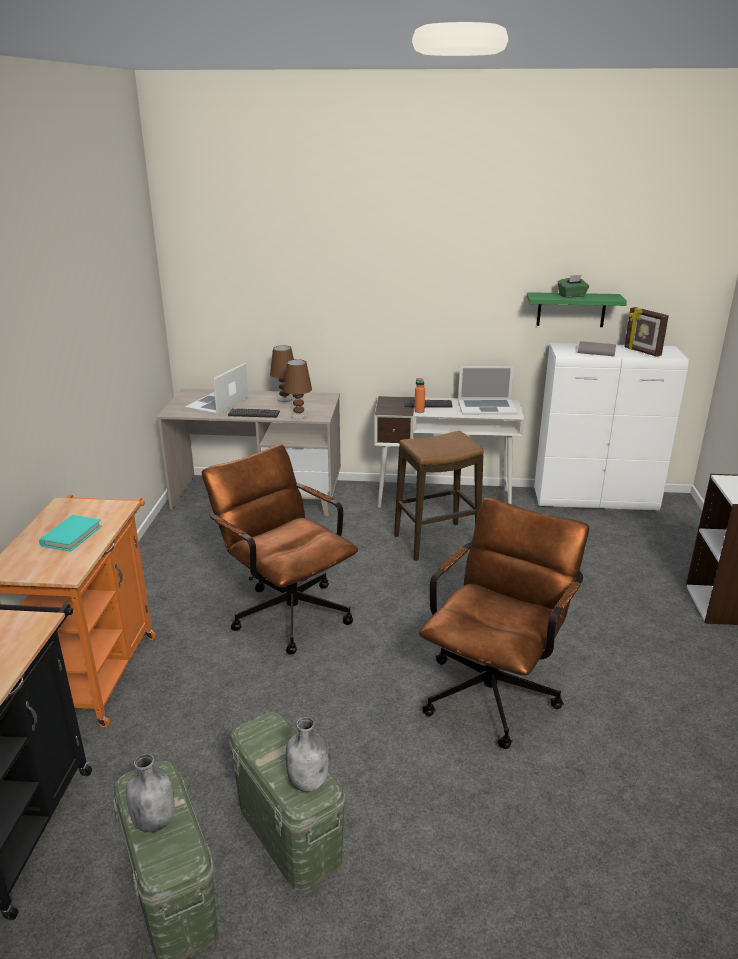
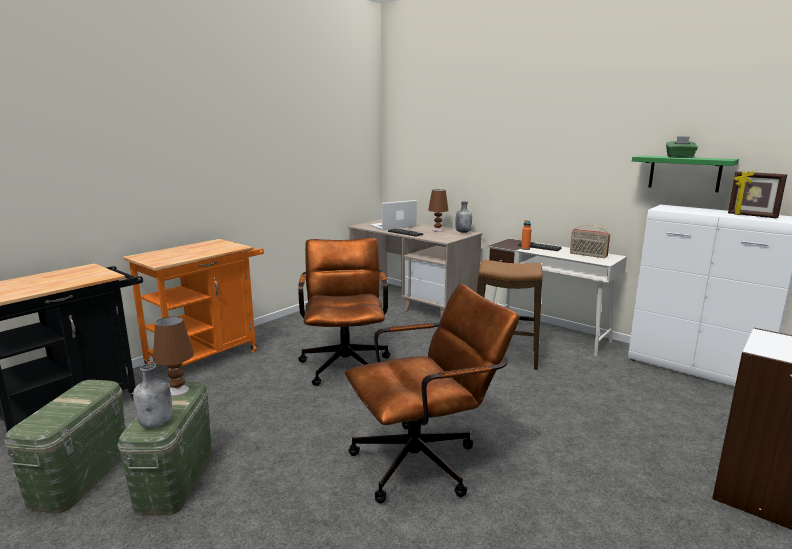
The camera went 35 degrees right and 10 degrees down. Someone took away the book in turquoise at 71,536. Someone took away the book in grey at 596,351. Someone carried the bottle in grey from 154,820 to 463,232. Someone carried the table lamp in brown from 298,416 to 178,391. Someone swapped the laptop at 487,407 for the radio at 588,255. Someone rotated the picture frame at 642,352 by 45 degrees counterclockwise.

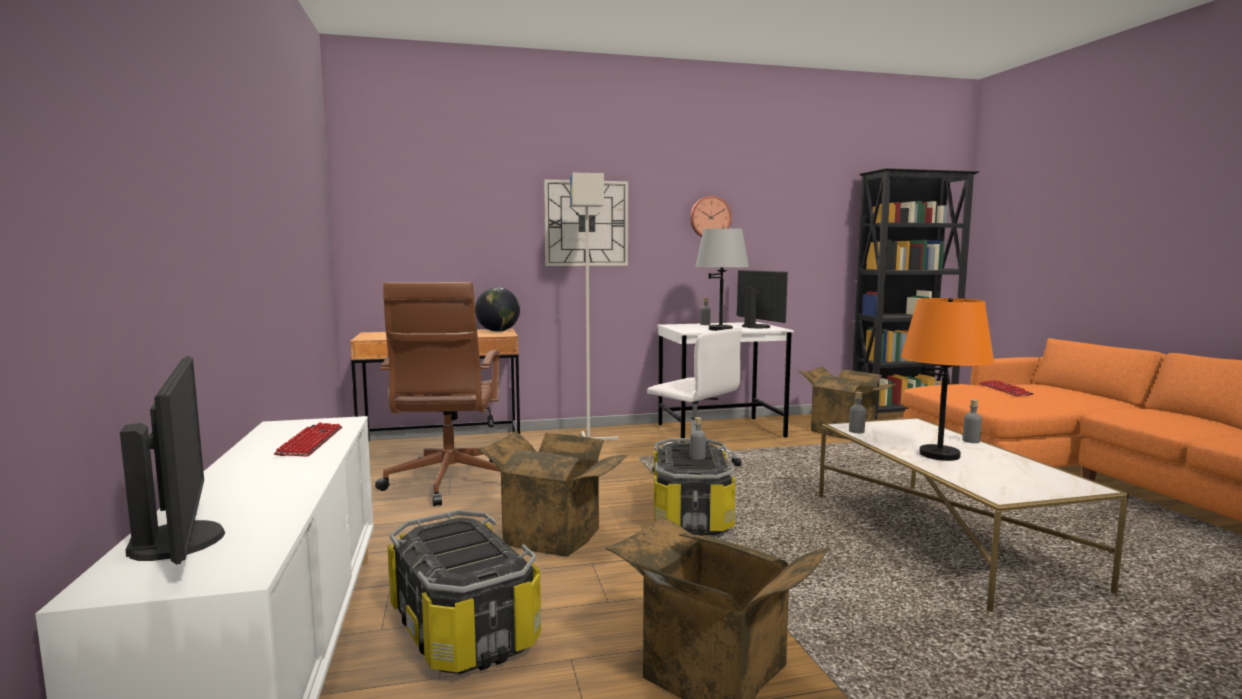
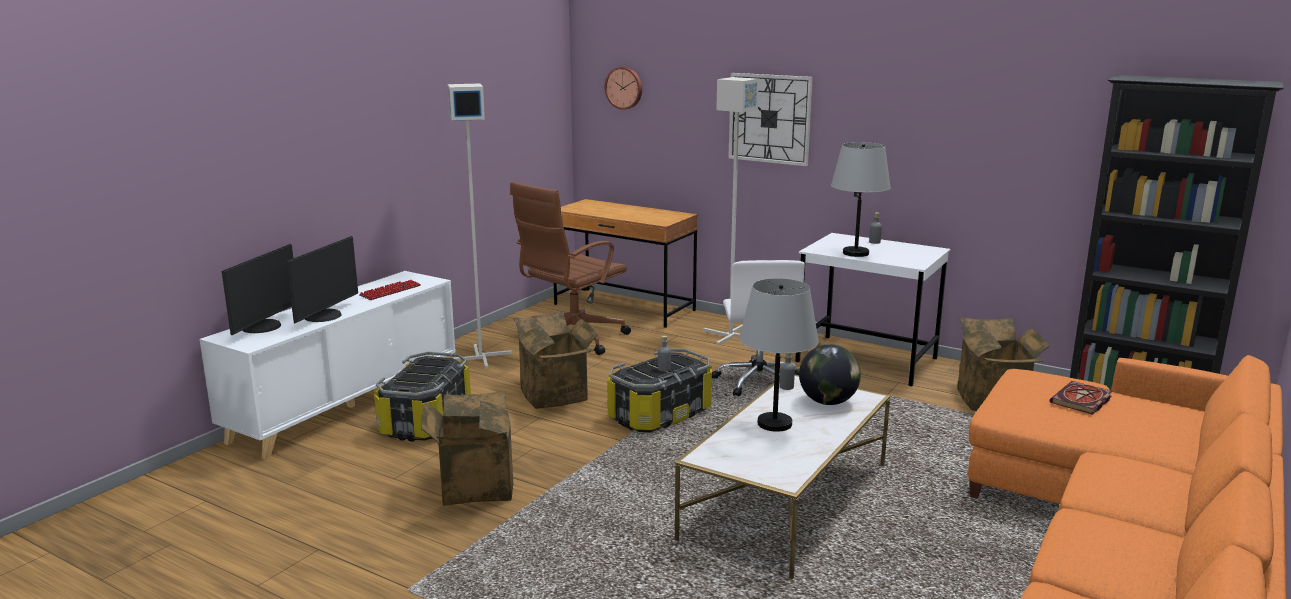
The camera went 45 degrees right and 10 degrees up. Someone took away the bottle in grey at 971,441. Someone put down the floor lamp in grey at 480,357. Someone carried the globe from 498,331 to 828,402. Someone carried the wall clock from 709,217 to 624,87. Someone carried the monitor from 757,326 to 324,316. Someone swapped the keyboard at 1005,390 for the book at 1081,401. Someone repainted the table lamp in orange at 940,455, which became the table lamp in grey at 775,424.

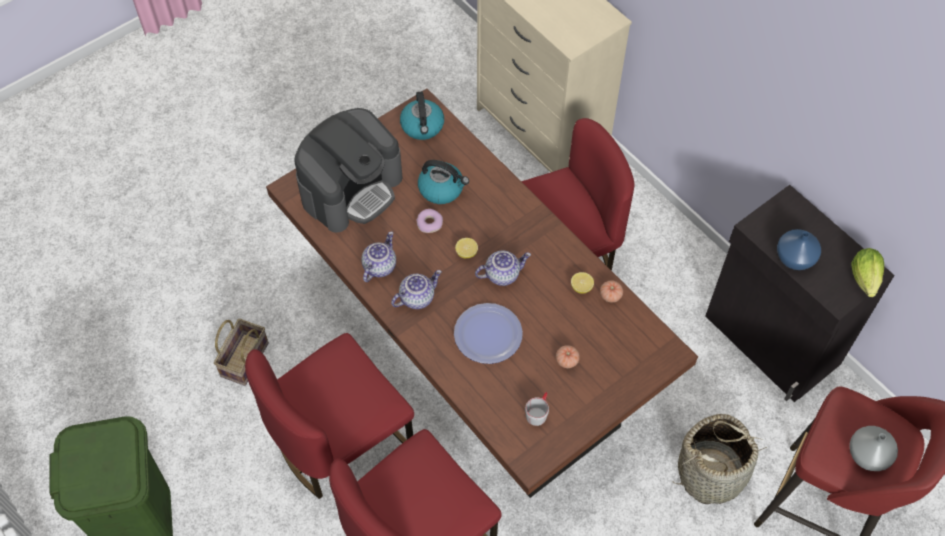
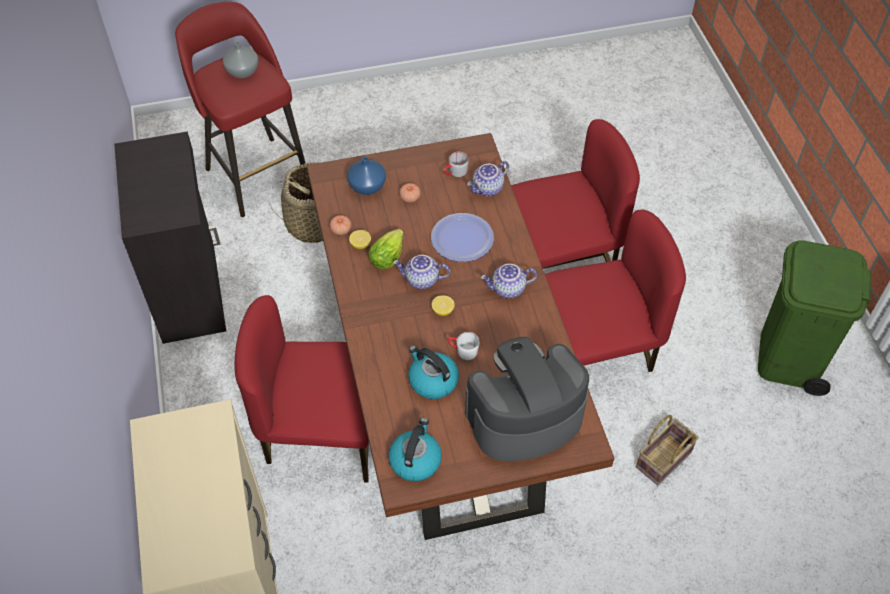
The camera went 155 degrees left and 5 degrees down. Someone carried the teapot from 379,266 to 488,189. Someone carried the vase in blue from 793,258 to 368,187. Someone carried the lettuce from 865,281 to 389,256. Someone swapped the donut at 429,223 for the mug in white at 462,351.

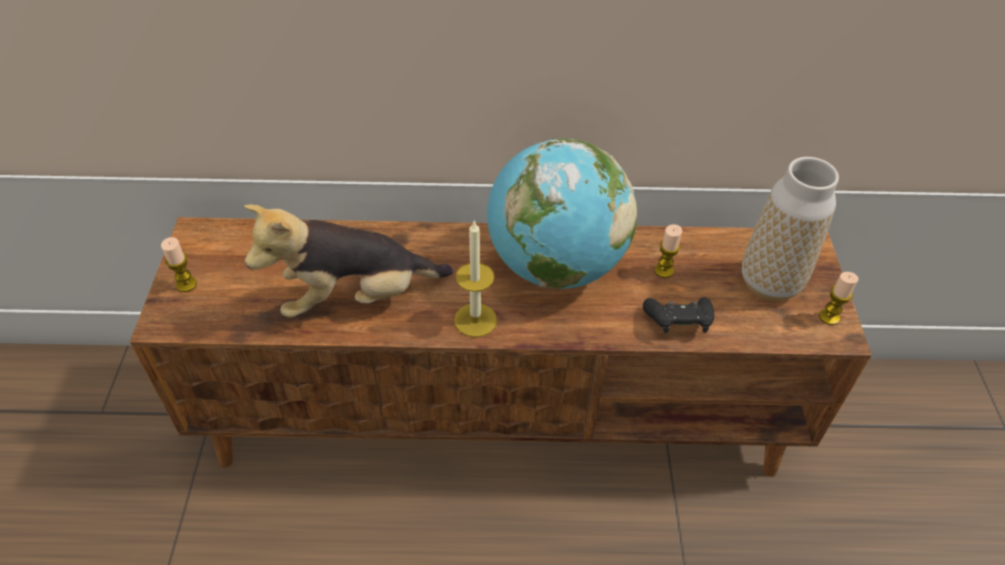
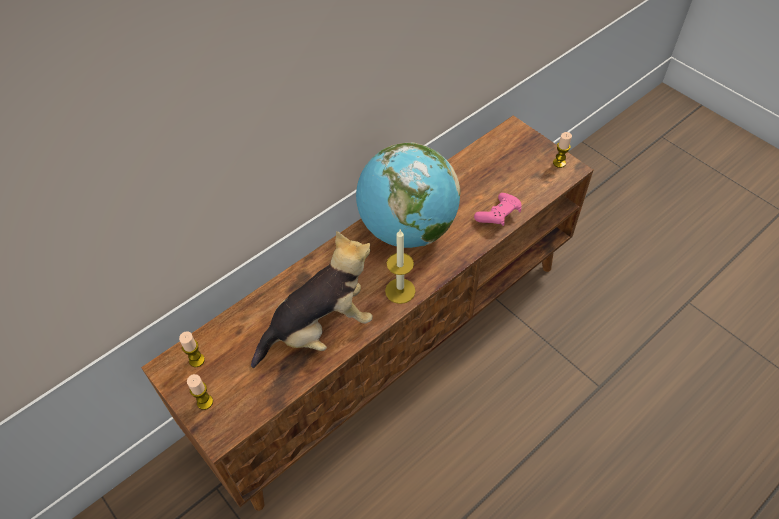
The camera went 40 degrees left and 5 degrees up. Someone took away the vase at 769,283. Someone carried the candle from 664,270 to 197,360. Someone repainted the game controller in black at 678,323, which became the game controller in pink at 498,216. Someone rotated the plush toy at 355,298 by 150 degrees counterclockwise.

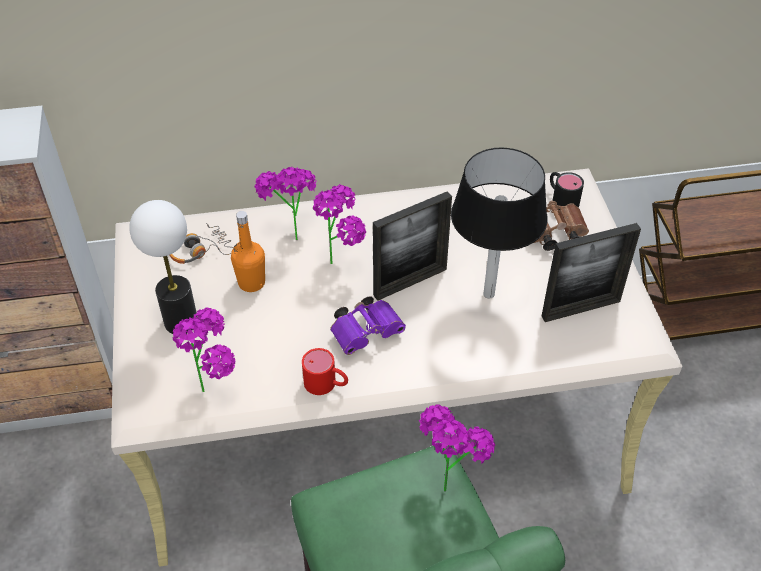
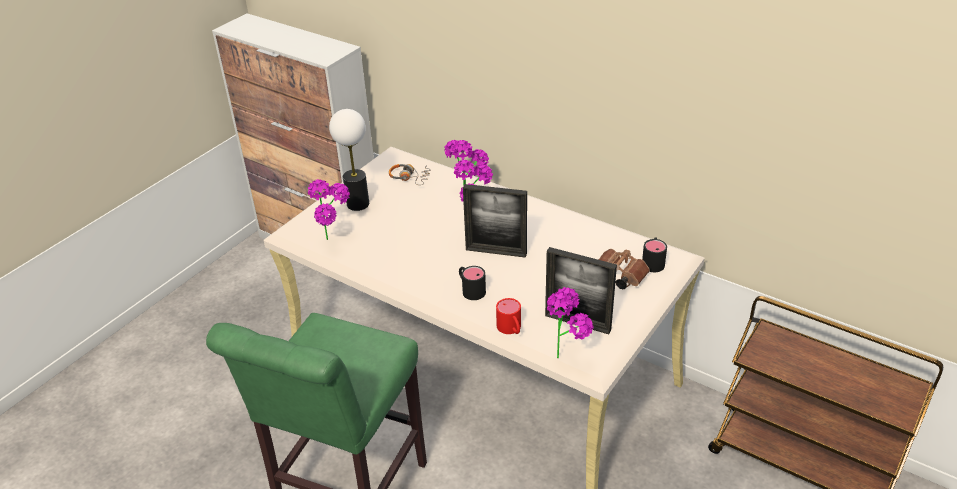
The camera went 45 degrees right and 10 degrees down. Someone took away the bottle in orange at 251,283. Someone took away the binoculars in purple at 368,332. Someone took away the table lamp in black at 489,294. Someone put down the mug in black at 470,289. Someone carried the mug in red from 326,384 to 511,329. Someone carried the potted plant from 448,478 to 566,353.

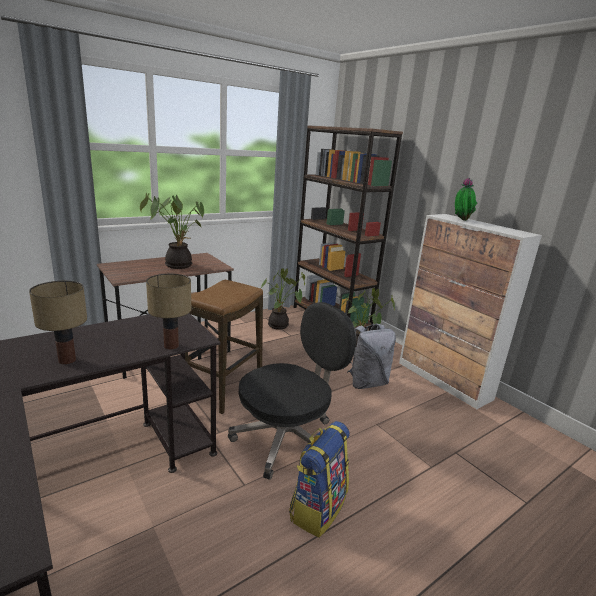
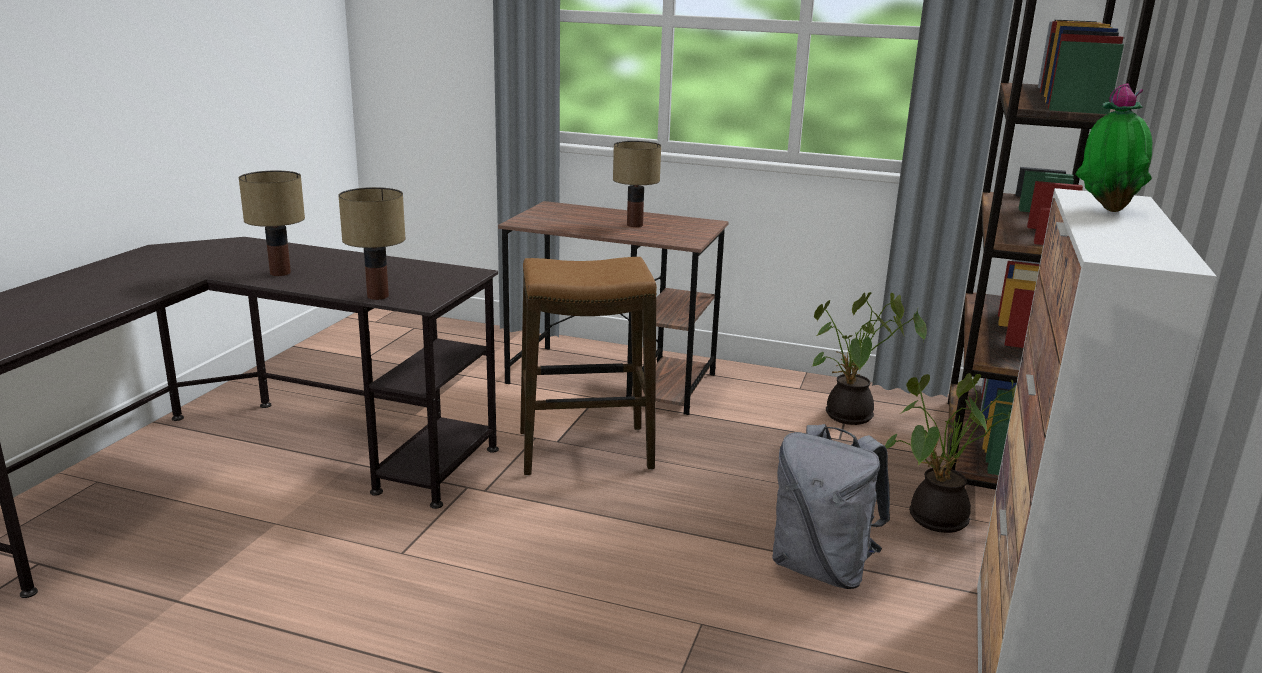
The camera went 55 degrees right and 0 degrees up. Someone took away the office chair in black at 287,439. Someone took away the backpack at 317,508. Someone swapped the potted plant at 178,265 for the table lamp at 633,225.

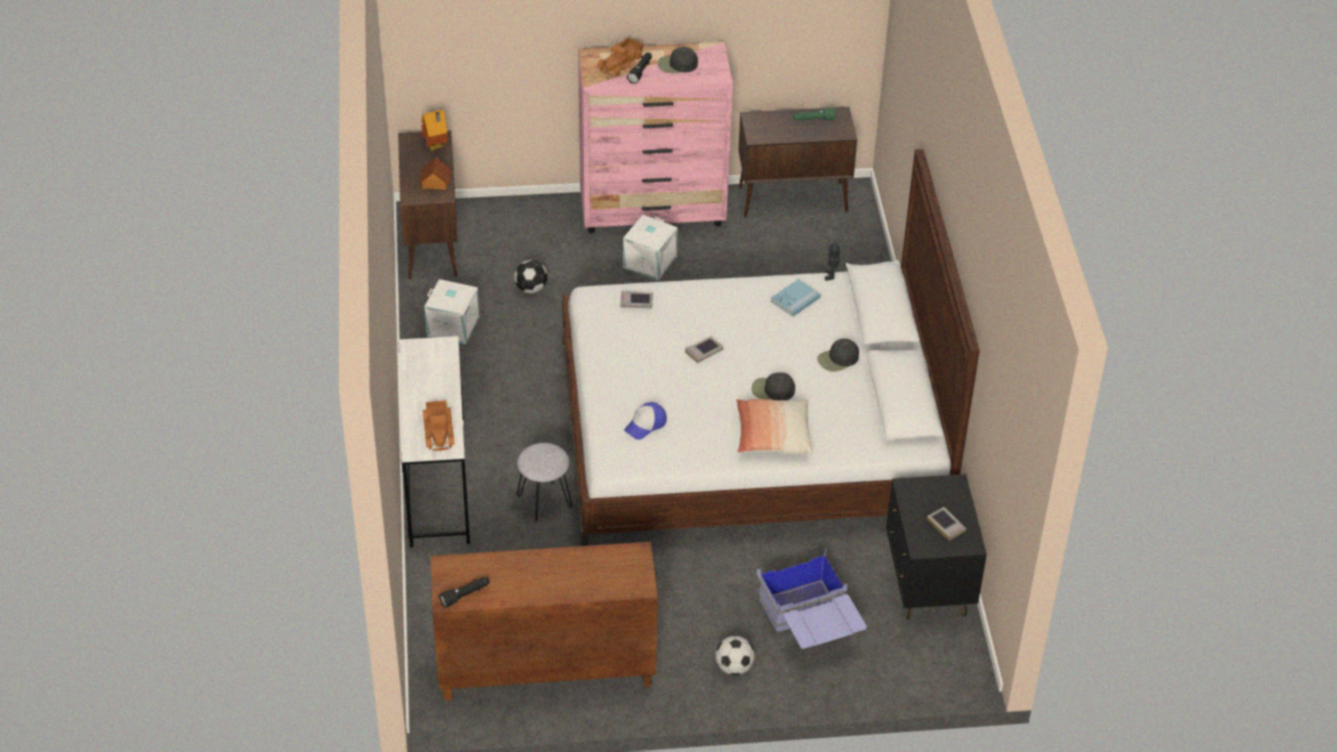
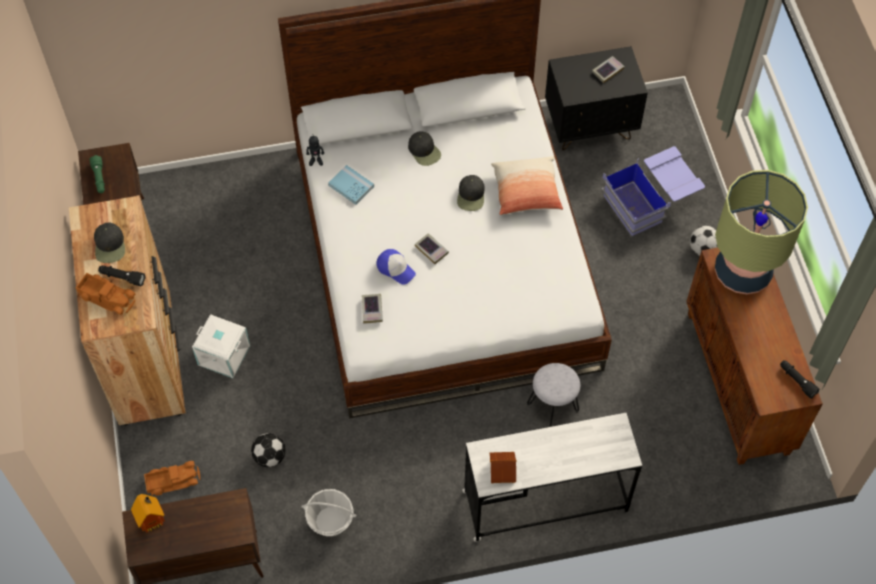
The camera went 95 degrees left and 15 degrees up. Someone put down the table lamp at 742,272. Someone carried the toy house from 435,182 to 503,471. Someone carried the toy truck from 439,431 to 172,480. Someone carried the cap from 646,425 to 395,268. Someone swapped the storage box in white at 453,326 for the basket at 330,521. Someone repainted the dresser in pink at 653,211, which became the dresser in brown at 147,360.

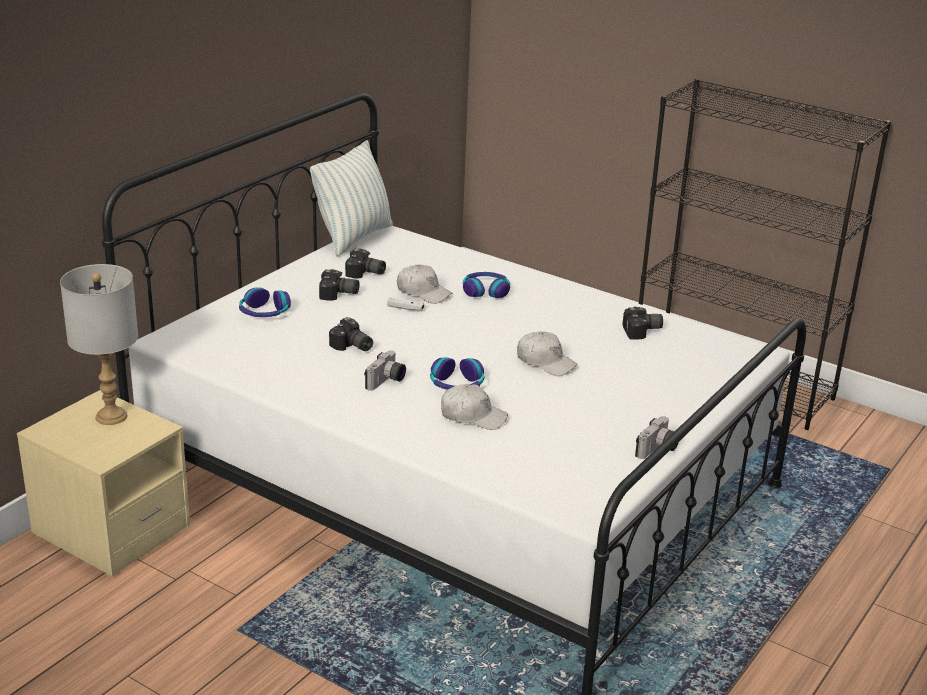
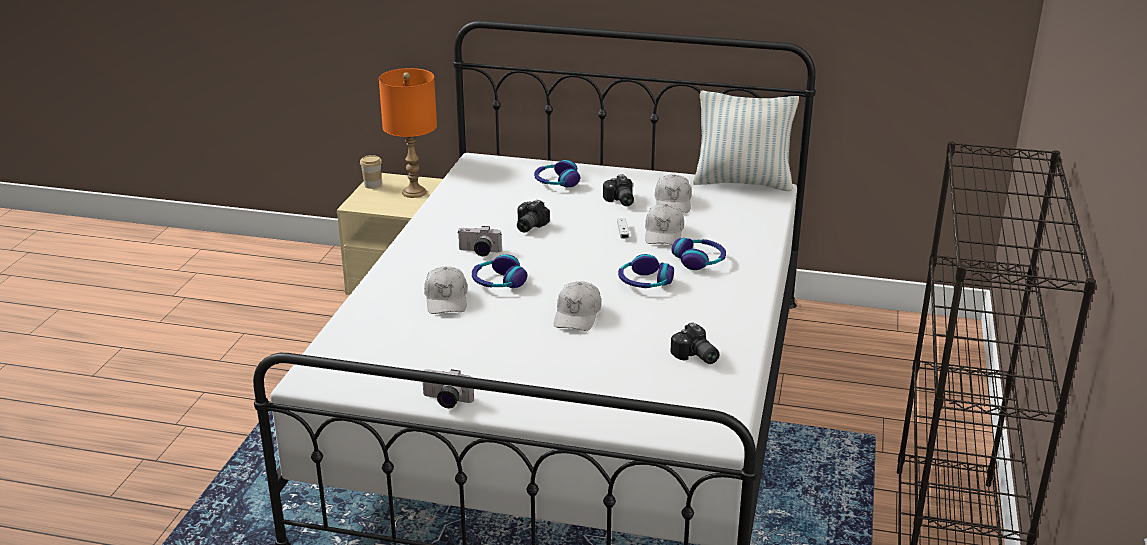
The camera went 70 degrees right and 0 degrees up. Someone put down the cup at 372,185. Someone put down the headphones at 644,282. Someone swapped the photo camera at 365,274 for the cap in white at 673,202. Someone repainted the table lamp in grey at 111,416, which became the table lamp in orange at 414,192.

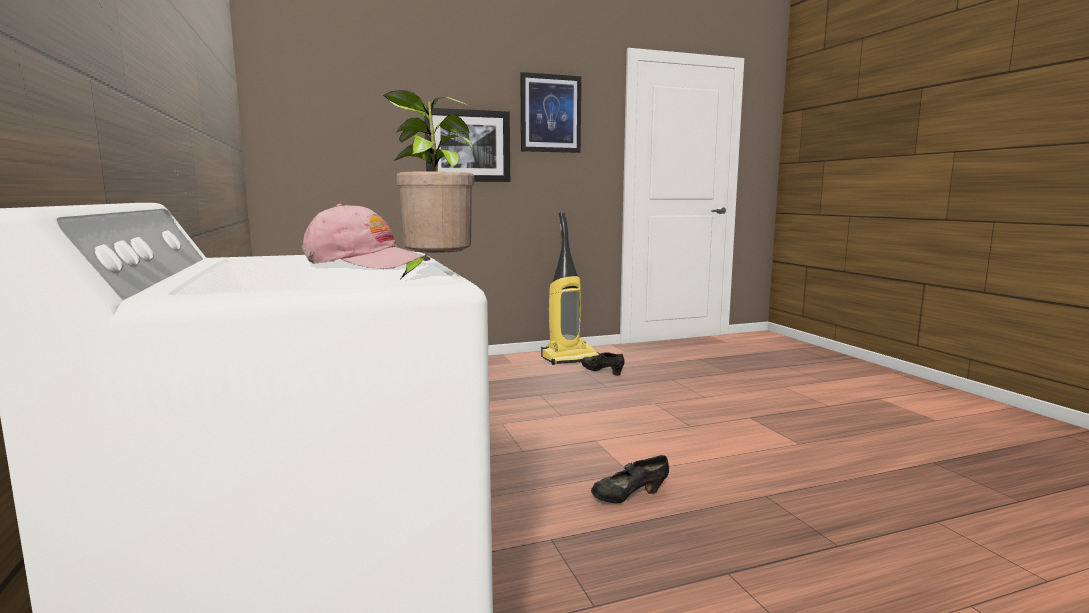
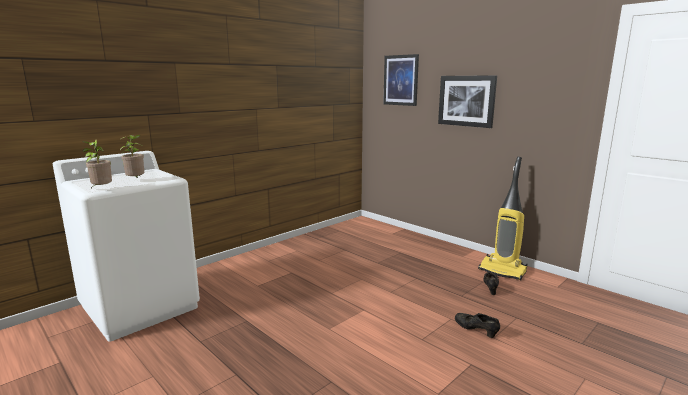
The camera went 65 degrees right and 5 degrees up. Someone carried the picture from 550,113 to 401,80. Someone carried the shoe in black from 629,497 to 476,331. Someone swapped the cap in pink at 365,263 for the potted plant at 136,180.

